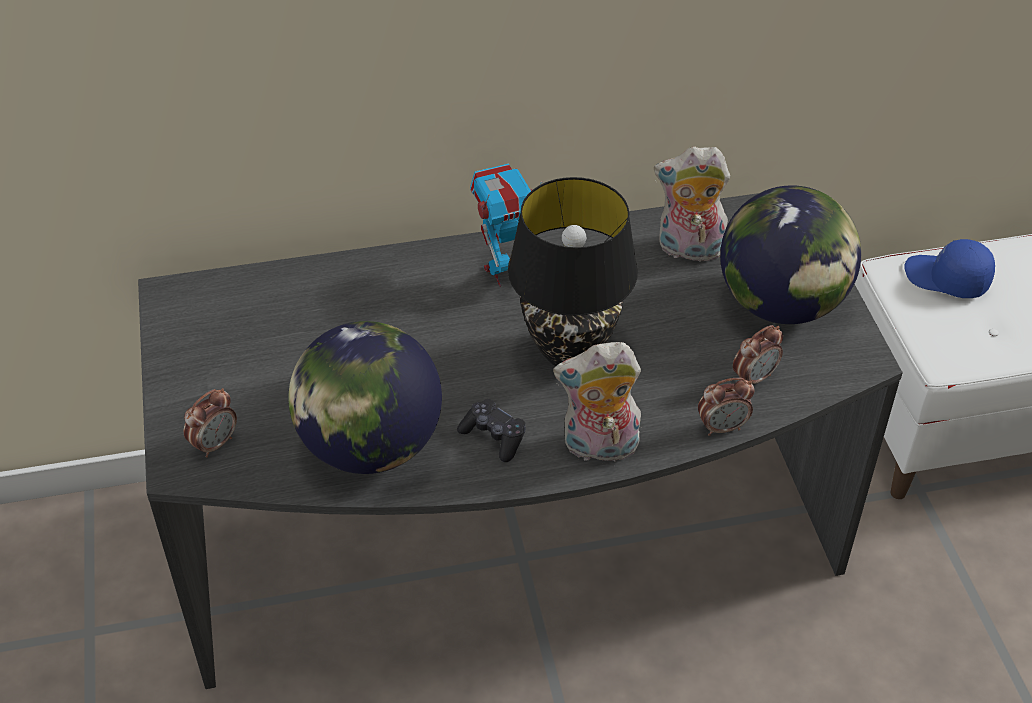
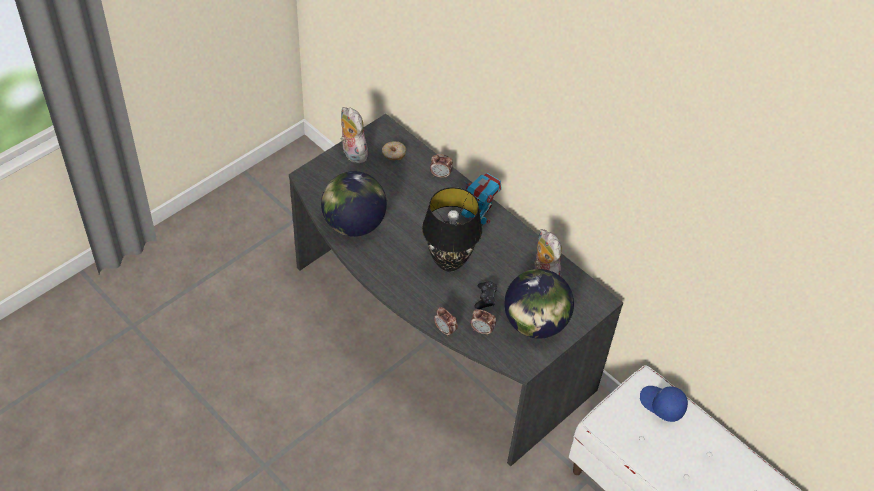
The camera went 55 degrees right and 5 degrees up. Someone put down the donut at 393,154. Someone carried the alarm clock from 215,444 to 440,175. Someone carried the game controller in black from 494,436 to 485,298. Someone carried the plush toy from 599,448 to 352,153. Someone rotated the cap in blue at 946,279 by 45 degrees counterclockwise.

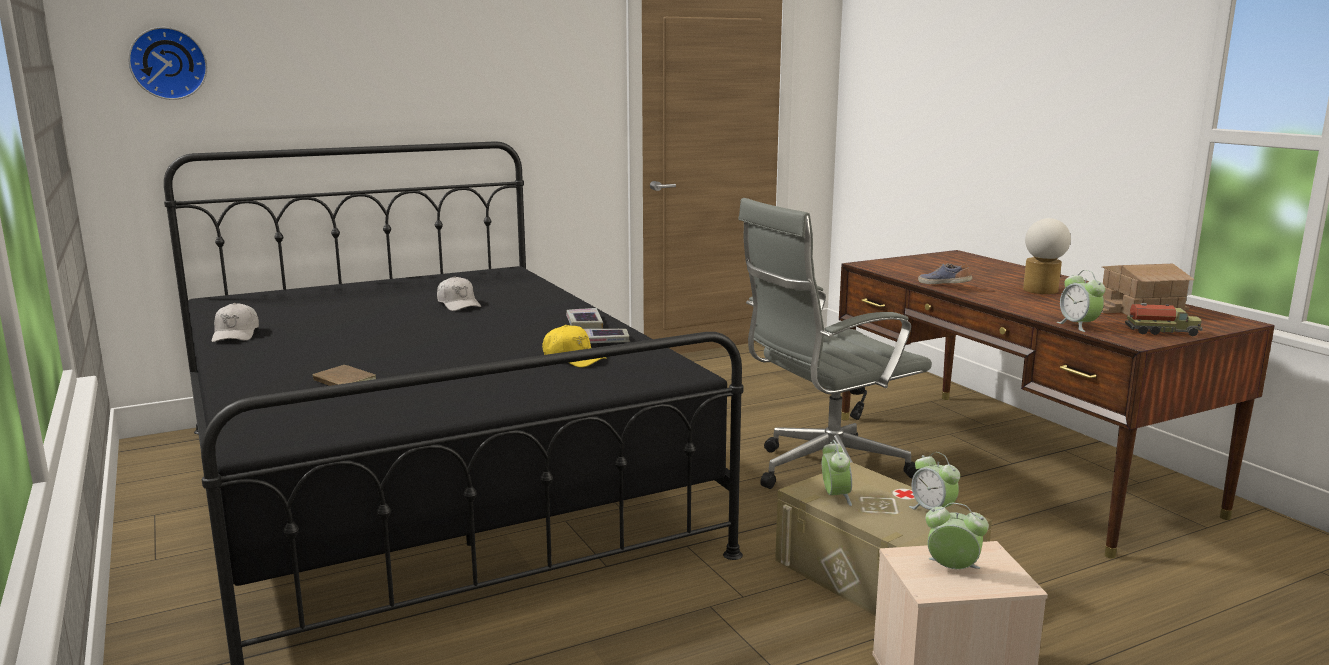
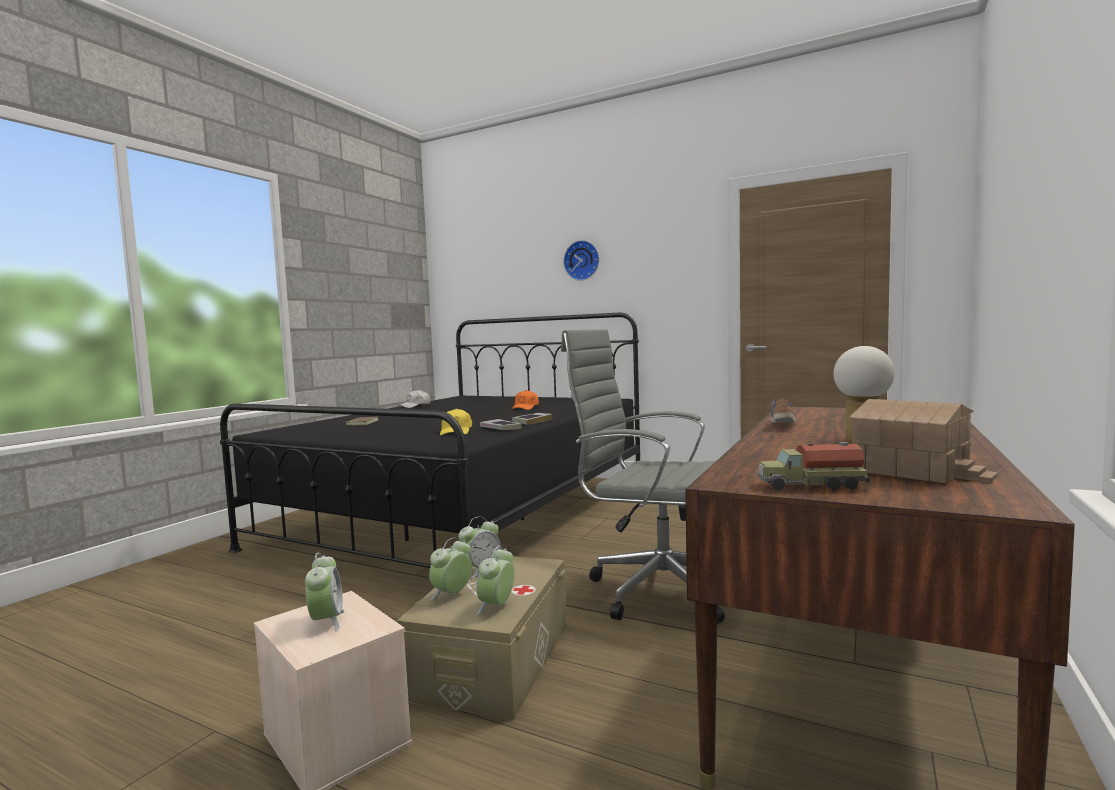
The camera went 55 degrees right and 10 degrees down. Someone carried the wall clock from 168,63 to 582,260. Someone carried the alarm clock from 1078,326 to 452,595. Someone repainted the cap in white at 458,304, which became the cap in orange at 525,408. Someone rotated the toy truck at 1162,332 by 120 degrees clockwise.

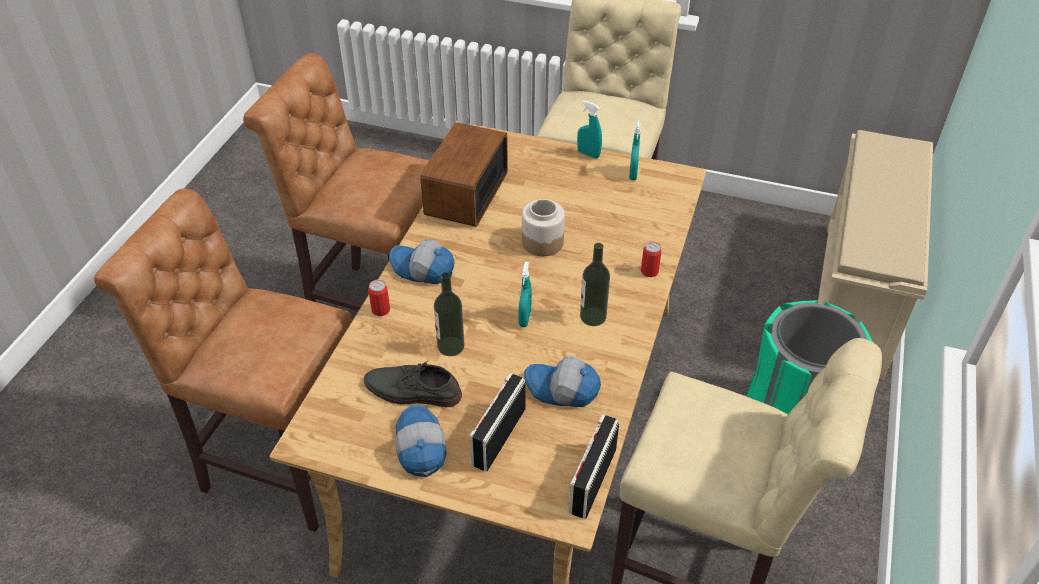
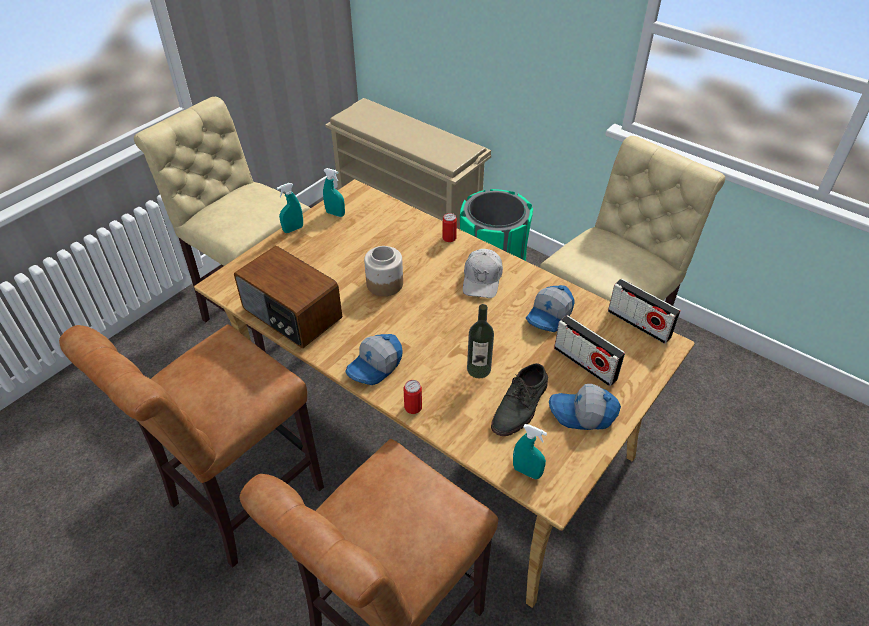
The camera went 70 degrees left and 0 degrees up. Someone carried the spray bottle in turquoise from 525,318 to 526,472. Someone swapped the bottle at 593,316 for the cap in white at 482,279.

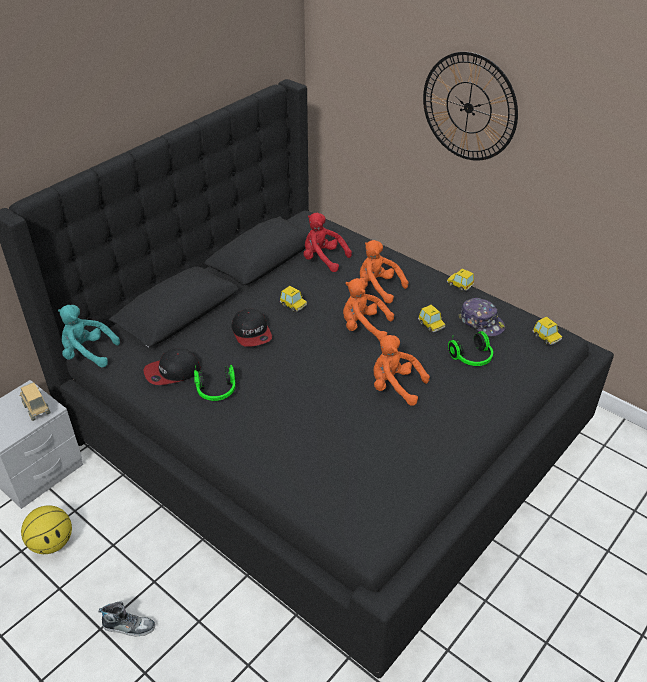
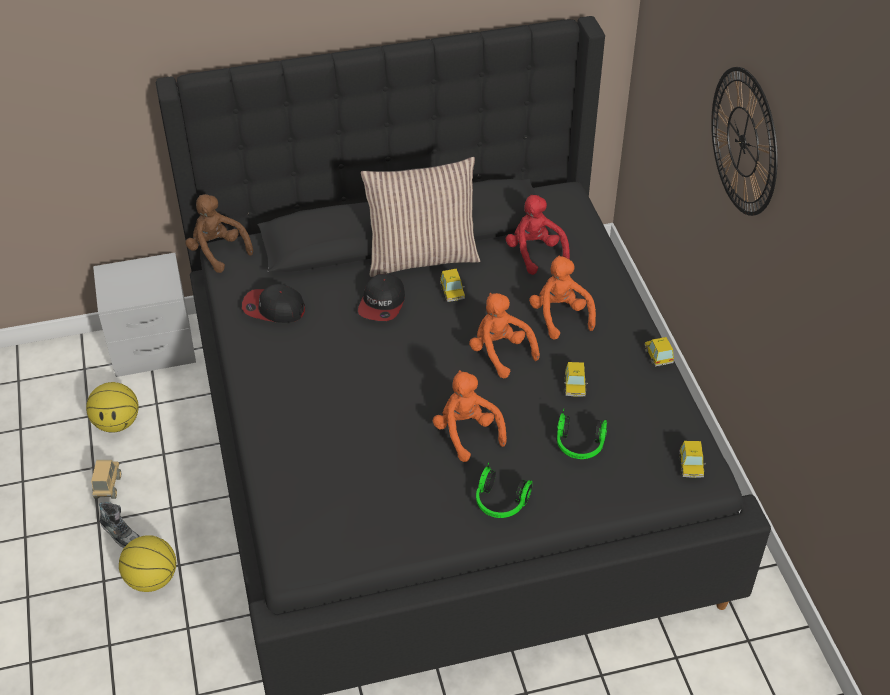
The camera went 35 degrees right and 5 degrees up. Someone took away the cap at 481,322. Someone put down the basketball at 151,579. Someone put down the pillow at 422,256. Someone carried the toy truck from 37,410 to 108,487. Someone carried the headphones from 216,392 to 500,503. Someone repainted the plush toy in turquoise at 87,353, which became the plush toy in brown at 217,251.

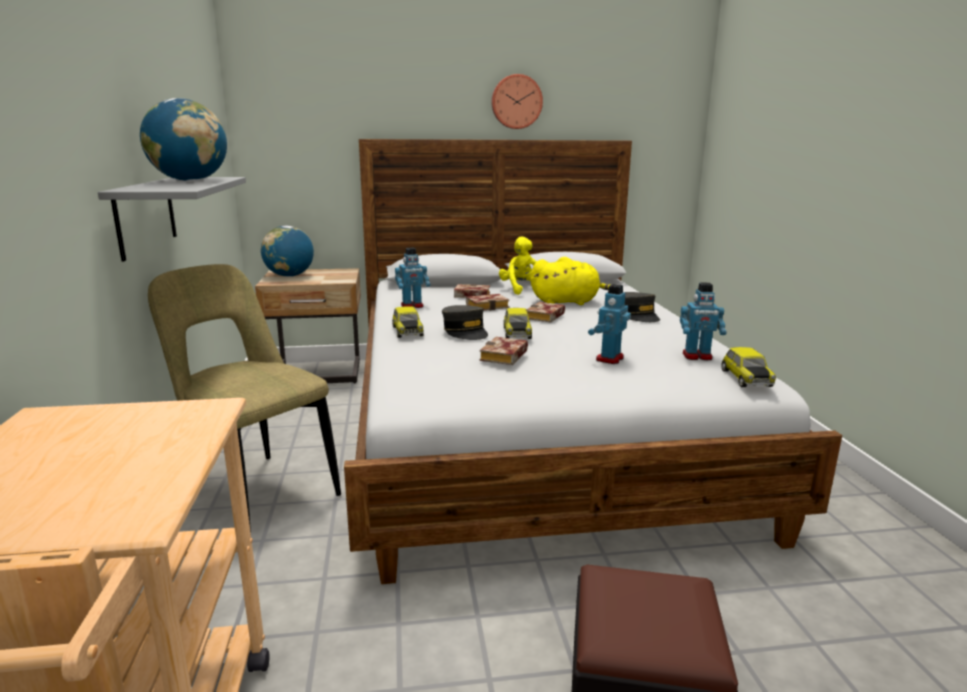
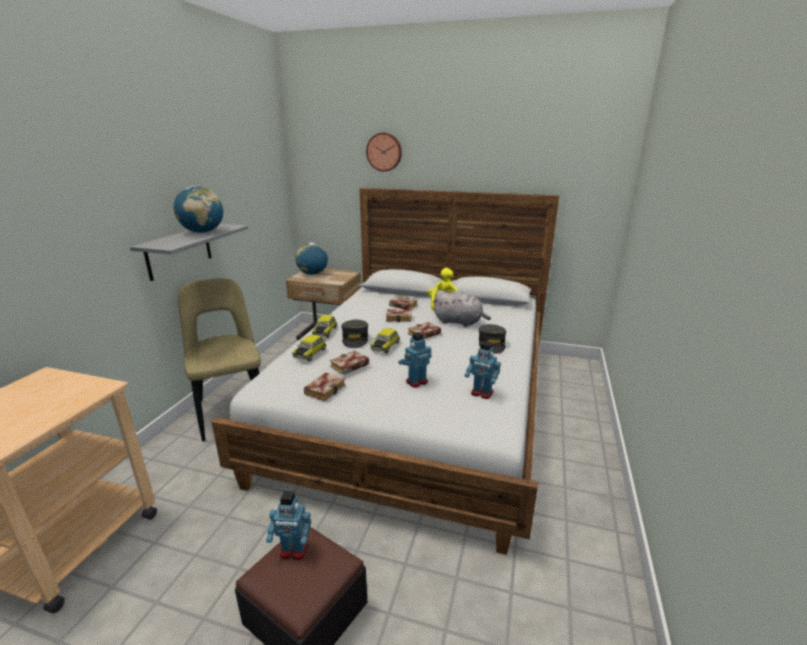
The camera went 25 degrees right and 5 degrees up. Someone put down the book at 325,389. Someone carried the toy robot from 412,306 to 293,550. Someone carried the wall clock from 516,102 to 384,152. Someone carried the toy car from 745,378 to 309,353. Someone repainted the plush toy in yellow at 567,302, which became the plush toy in grey at 459,322.

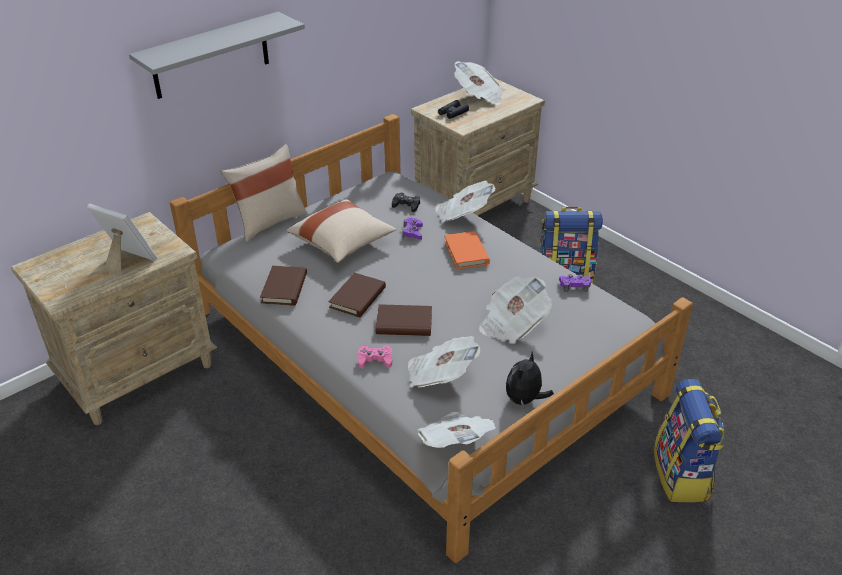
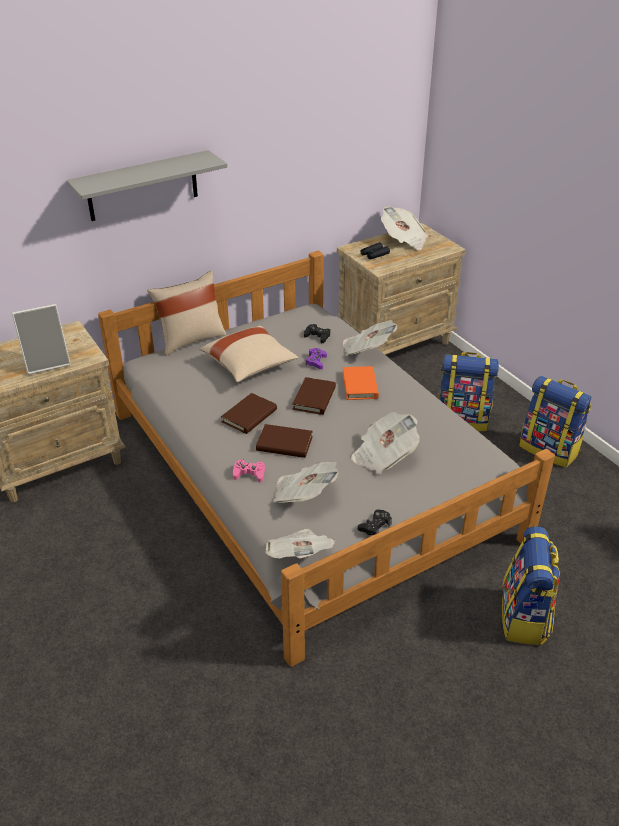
The camera went 10 degrees right and 0 degrees up. Someone took away the game controller in purple at 574,285. Someone put down the backpack at 549,449. Someone carried the book in brown from 284,288 to 314,398. Someone swapped the plush toy at 524,400 for the game controller in black at 375,526. Someone rotated the picture frame at 127,262 by 120 degrees clockwise.

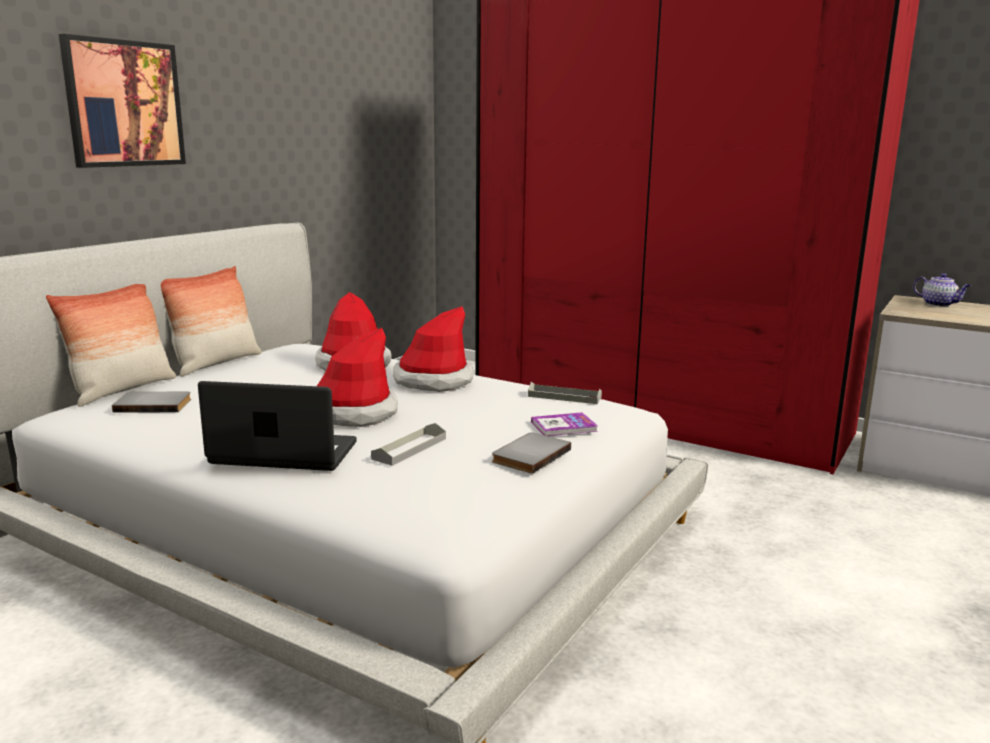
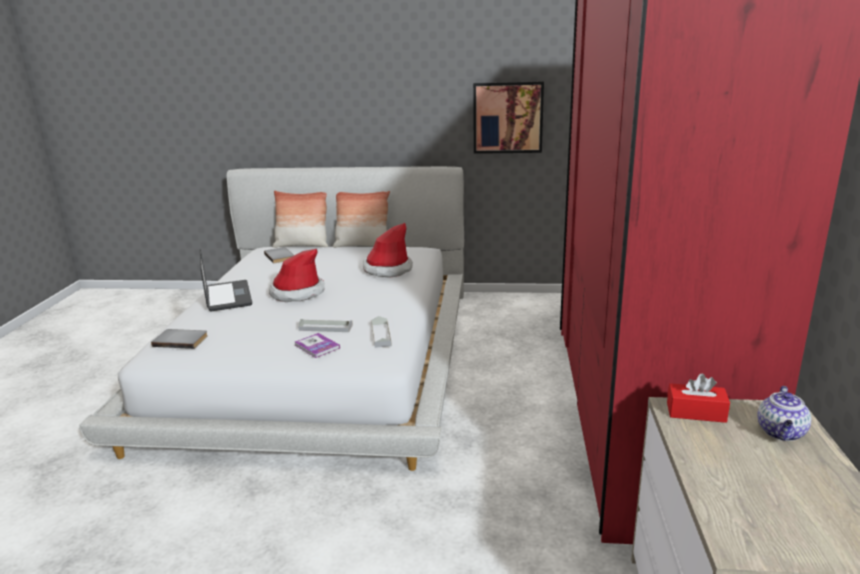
The camera went 65 degrees right and 5 degrees up. Someone took away the hat at 433,381. Someone put down the tissue box in red at 696,412. Someone carried the picture from 124,104 to 508,117. Someone carried the tray in grey from 409,449 to 325,328. Someone carried the book in grey from 529,455 to 181,340.

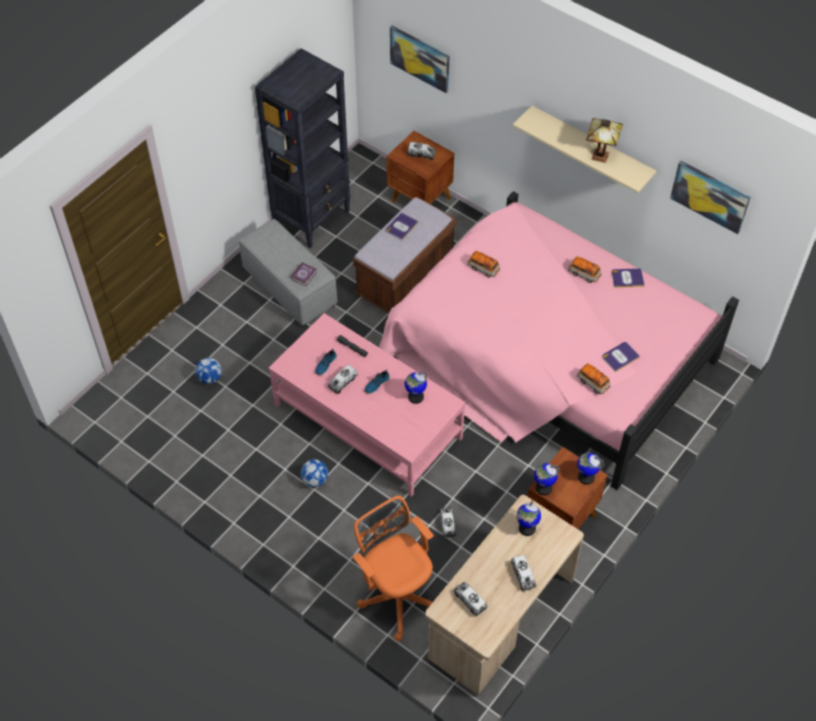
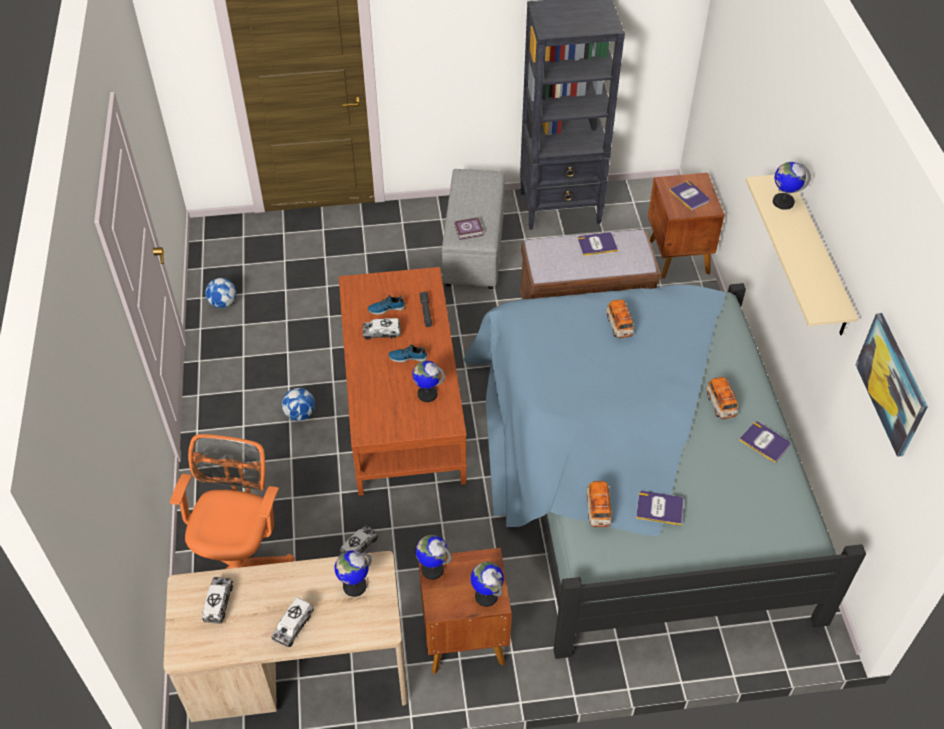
The camera went 45 degrees right and 5 degrees down. Someone took away the picture at 420,58. Someone took away the table lamp at 601,157. Someone put down the globe at 783,202. Someone carried the football from 209,378 to 223,303. Someone swapped the toy truck at 421,154 for the book at 689,196. Someone repainted the coffee table in pink at 368,421, which became the coffee table in brown at 402,402. Someone repainted the bed in pink at 547,358, which became the bed in blue at 635,478.

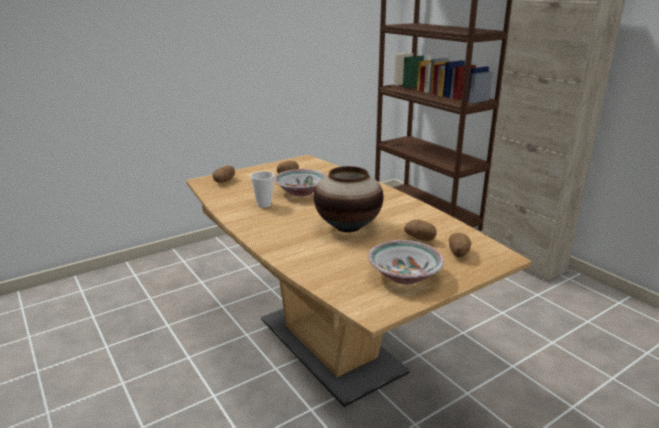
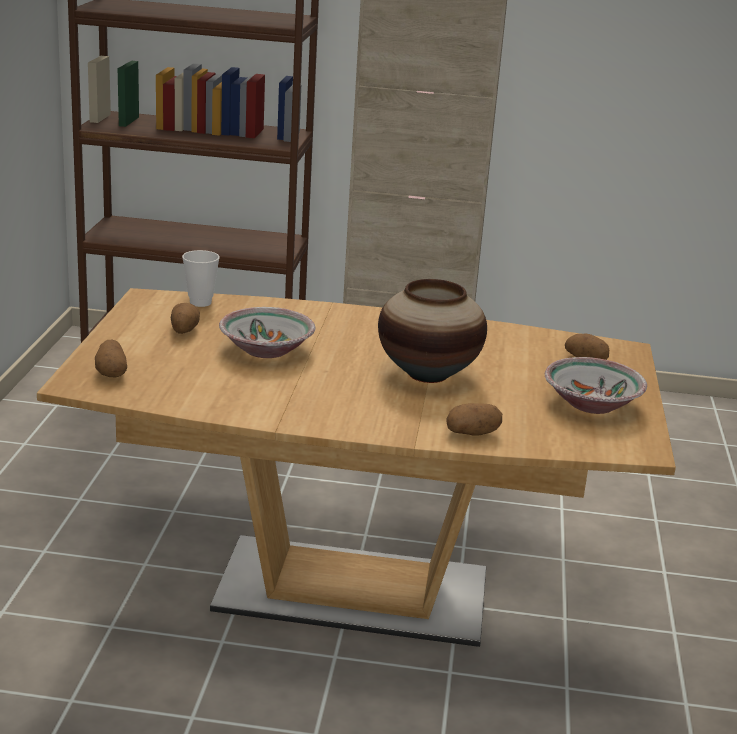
The camera went 50 degrees left and 0 degrees up. Someone carried the cup from 264,204 to 200,302. Someone carried the potato from 420,238 to 472,433.

